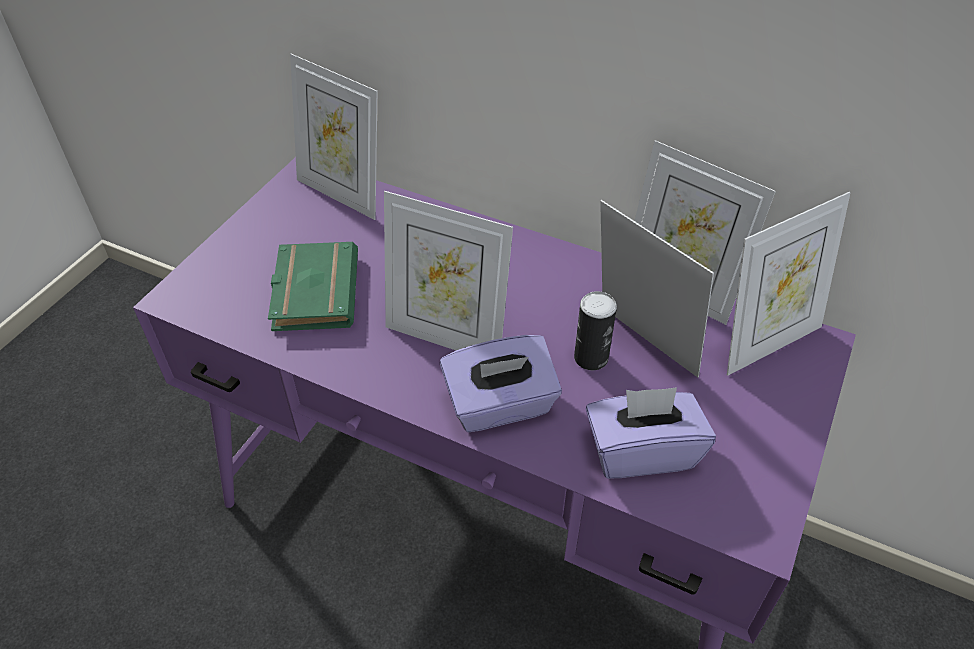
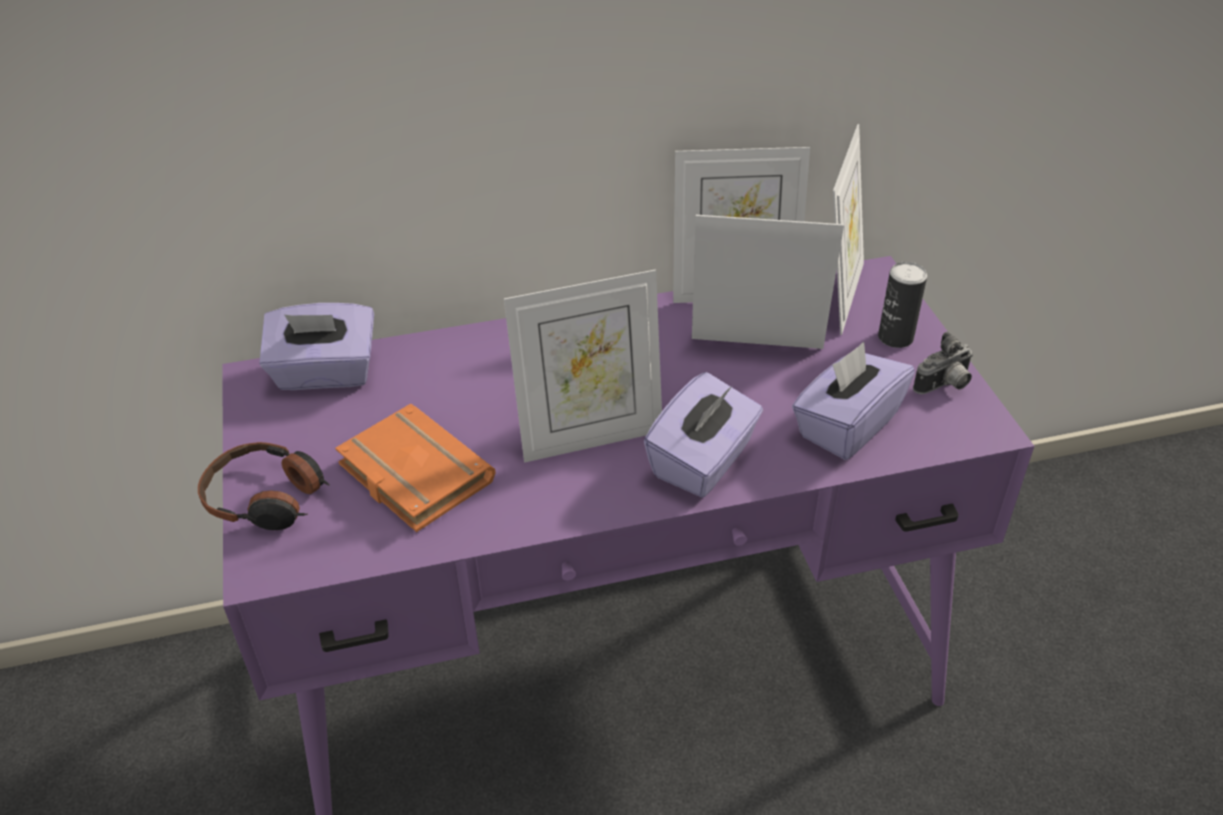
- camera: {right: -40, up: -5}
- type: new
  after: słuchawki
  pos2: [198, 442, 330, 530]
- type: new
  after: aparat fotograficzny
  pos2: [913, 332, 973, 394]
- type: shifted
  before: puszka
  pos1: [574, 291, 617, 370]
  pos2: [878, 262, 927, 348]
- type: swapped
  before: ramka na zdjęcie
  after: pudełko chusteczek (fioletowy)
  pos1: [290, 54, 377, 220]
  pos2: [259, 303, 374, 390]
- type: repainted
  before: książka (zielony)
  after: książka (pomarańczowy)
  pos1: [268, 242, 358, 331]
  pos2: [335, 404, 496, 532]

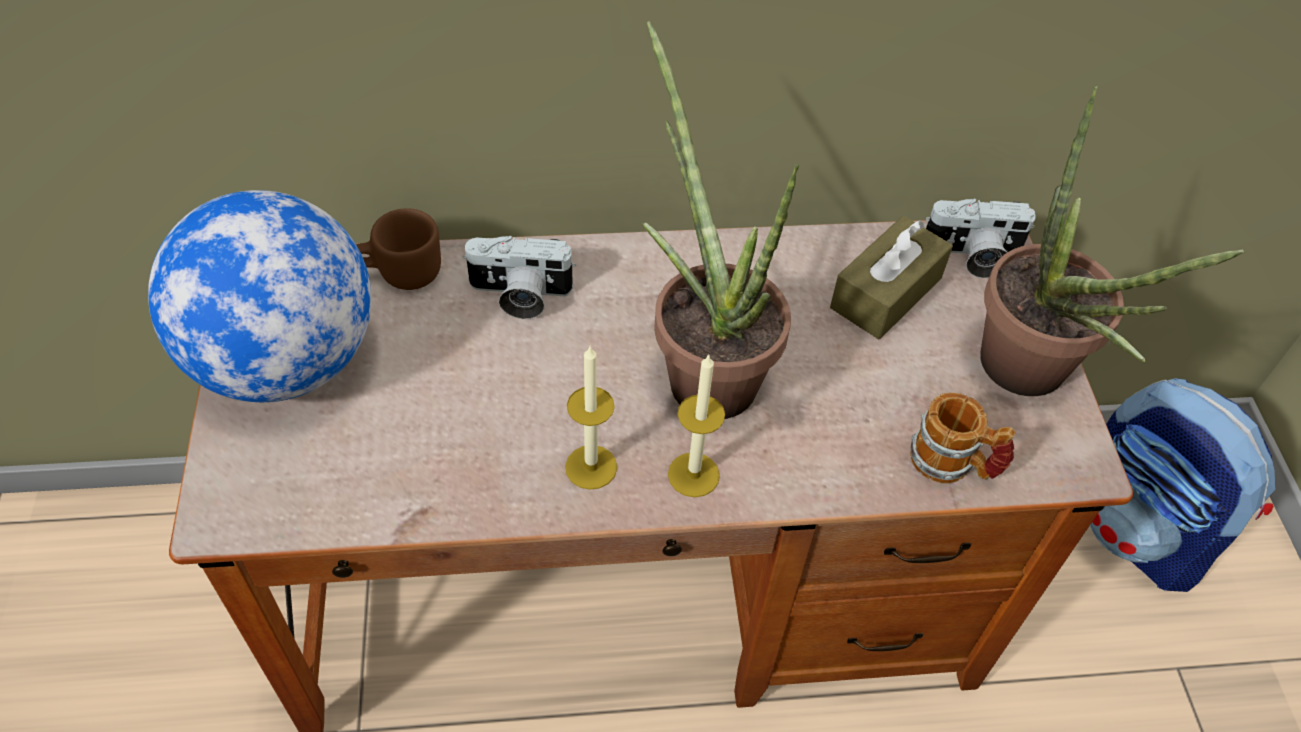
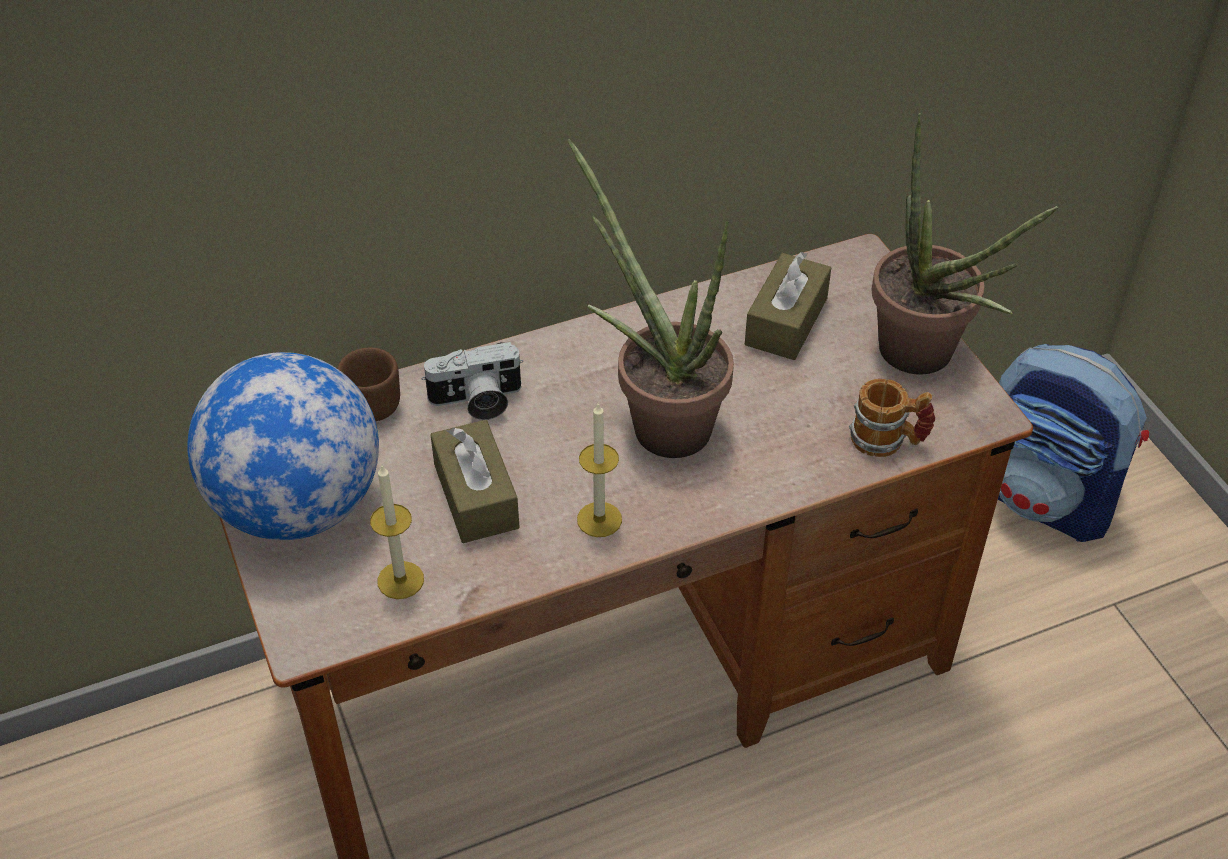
- camera: {right: -15, up: -5}
- type: gone
  before: aparat fotograficzny
  pos1: [925, 198, 1036, 278]
- type: new
  after: pudełko chusteczek (brązowy)
  pos2: [430, 420, 520, 543]
- type: shifted
  before: świeca
  pos1: [668, 354, 725, 497]
  pos2: [370, 465, 424, 599]

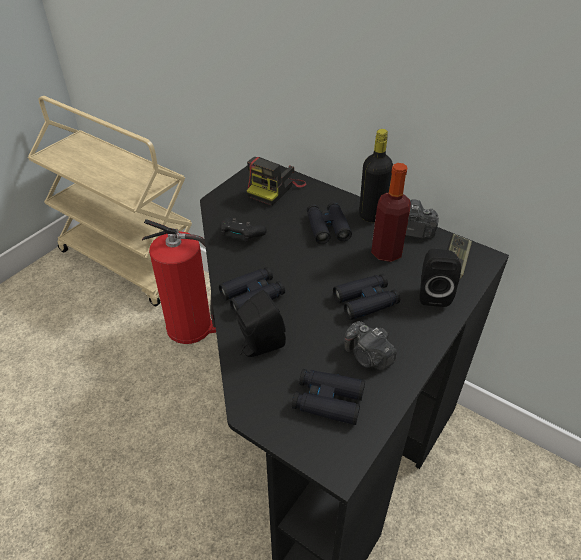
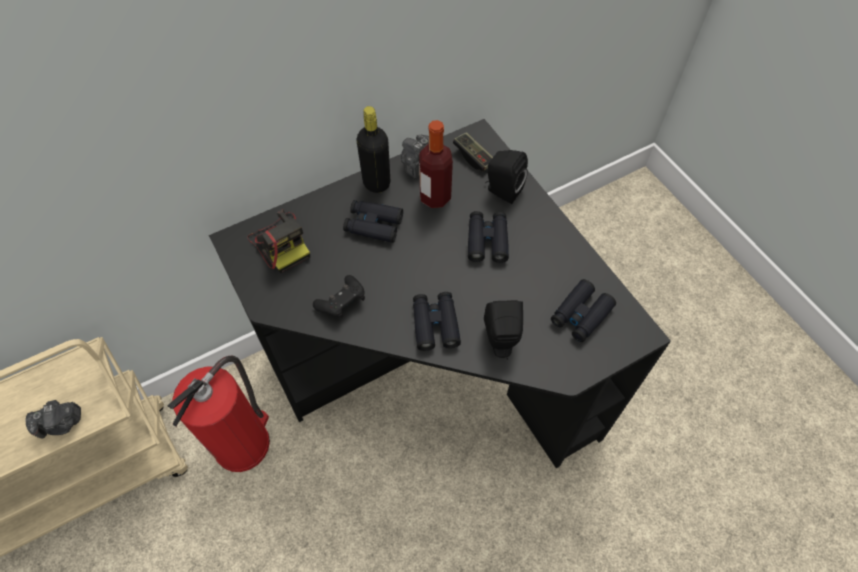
- camera: {right: -65, up: 15}
- type: shifted
  before: aparat fotograficzny
  pos1: [344, 321, 397, 370]
  pos2: [25, 400, 81, 438]

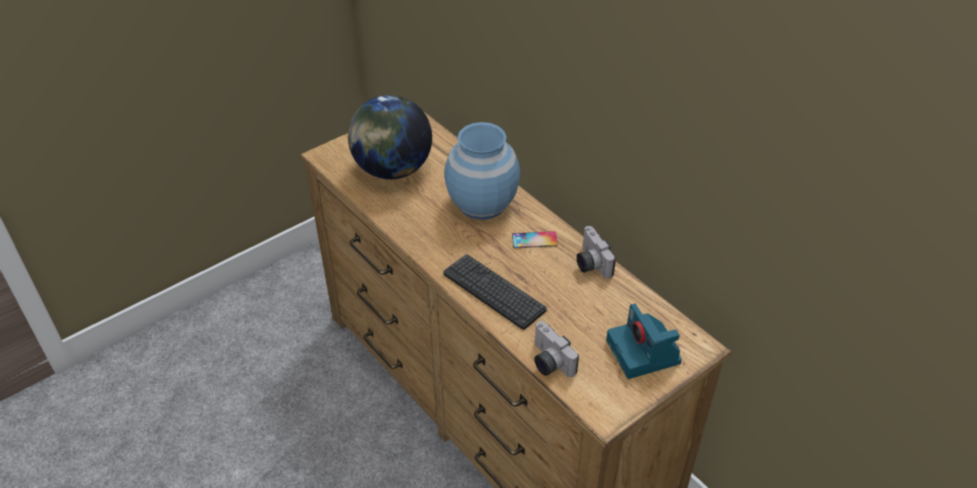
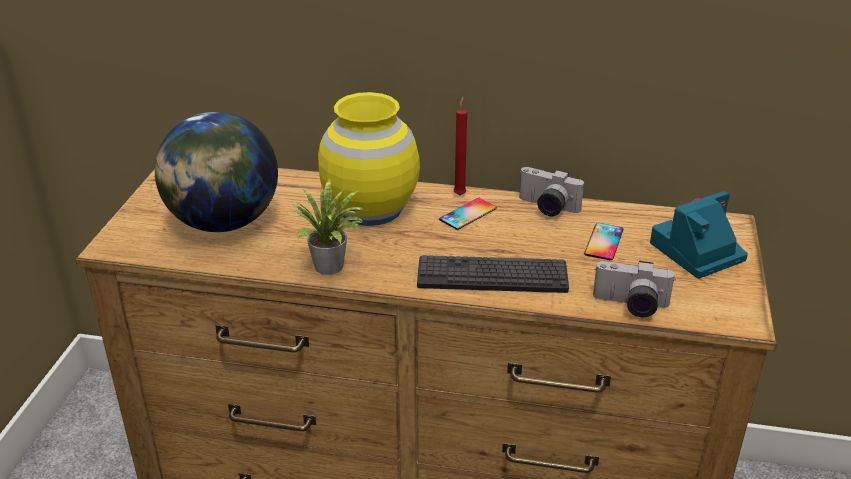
- camera: {right: -40, up: -10}
- type: new
  after: roślina doniczkowa
  pos2: [286, 178, 366, 275]
- type: new
  after: świeca (czerwony)
  pos2: [454, 97, 467, 195]
- type: new
  after: telefon
  pos2: [584, 223, 623, 261]
- type: repainted
  before: wazon (niebieski)
  after: wazon (żółty)
  pos1: [444, 122, 520, 220]
  pos2: [318, 92, 420, 226]
- type: rotated
  before: aparat fotograficzny
  pos1: [606, 304, 682, 379]
  pos2: [650, 191, 748, 279]
  turn: 120

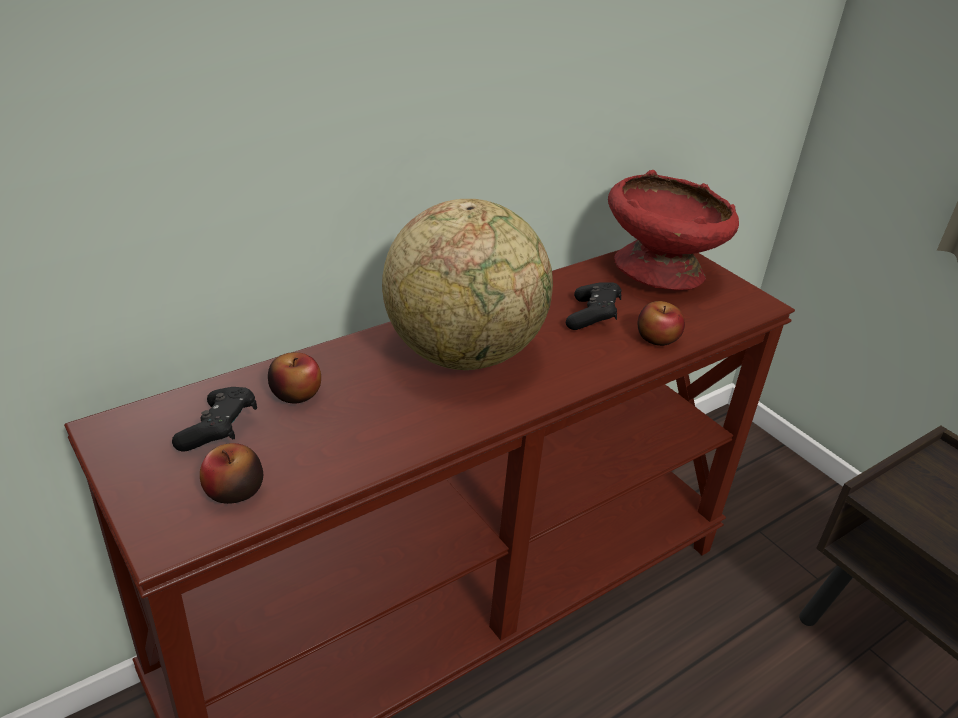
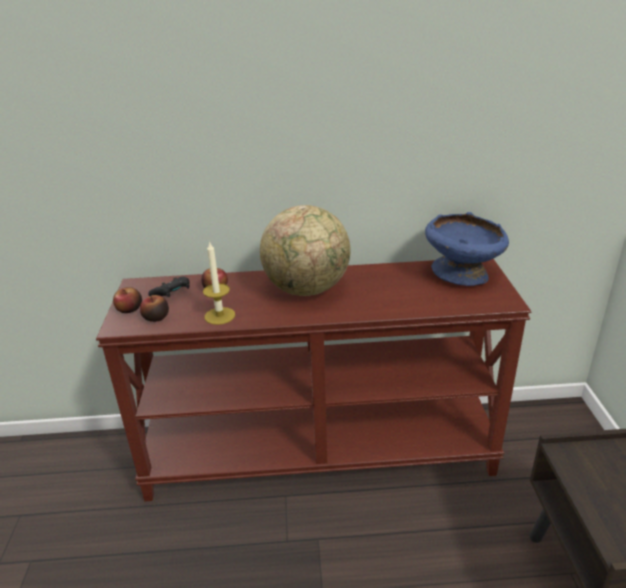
- camera: {right: 35, up: -5}
- type: gone
  before: pad do gier (czarny)
  pos1: [566, 282, 621, 330]
- type: new
  after: świeca
  pos2: [203, 241, 235, 325]
- type: shifted
  before: jabłko
  pos1: [638, 301, 685, 346]
  pos2: [113, 287, 142, 313]
- type: repainted
  before: miska (czerwony)
  after: miska (niebieski)
  pos1: [608, 170, 739, 290]
  pos2: [425, 212, 509, 286]

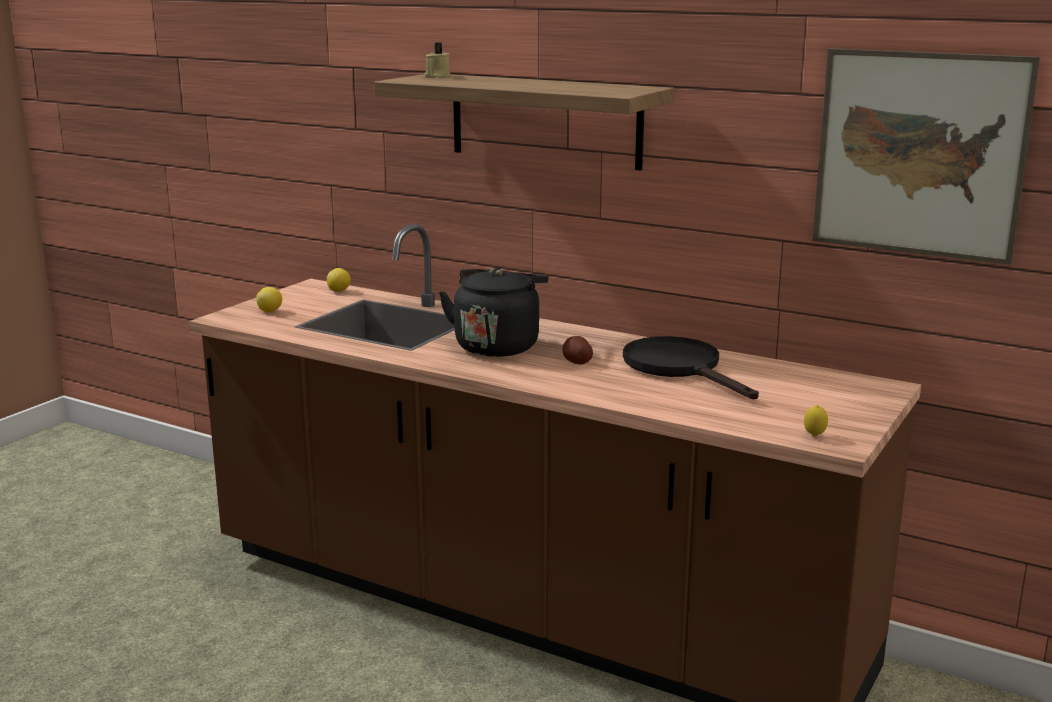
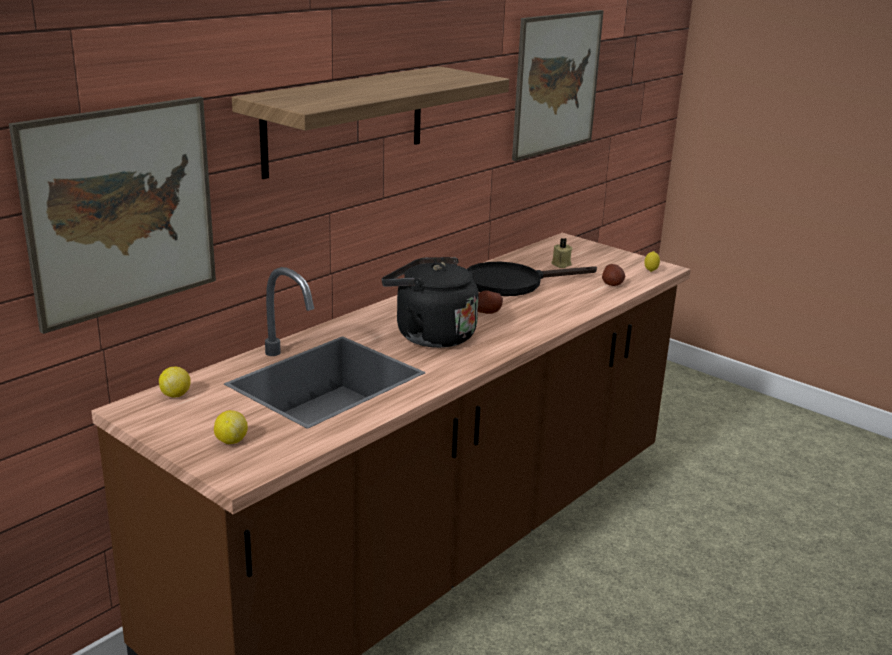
- camera: {right: -80, up: 5}
- type: new
  after: obraz
  pos2: [9, 96, 216, 334]
- type: new
  after: ziemniak
  pos2: [602, 264, 625, 286]
- type: shifted
  before: świeca (beżowy)
  pos1: [424, 42, 451, 77]
  pos2: [551, 238, 572, 268]

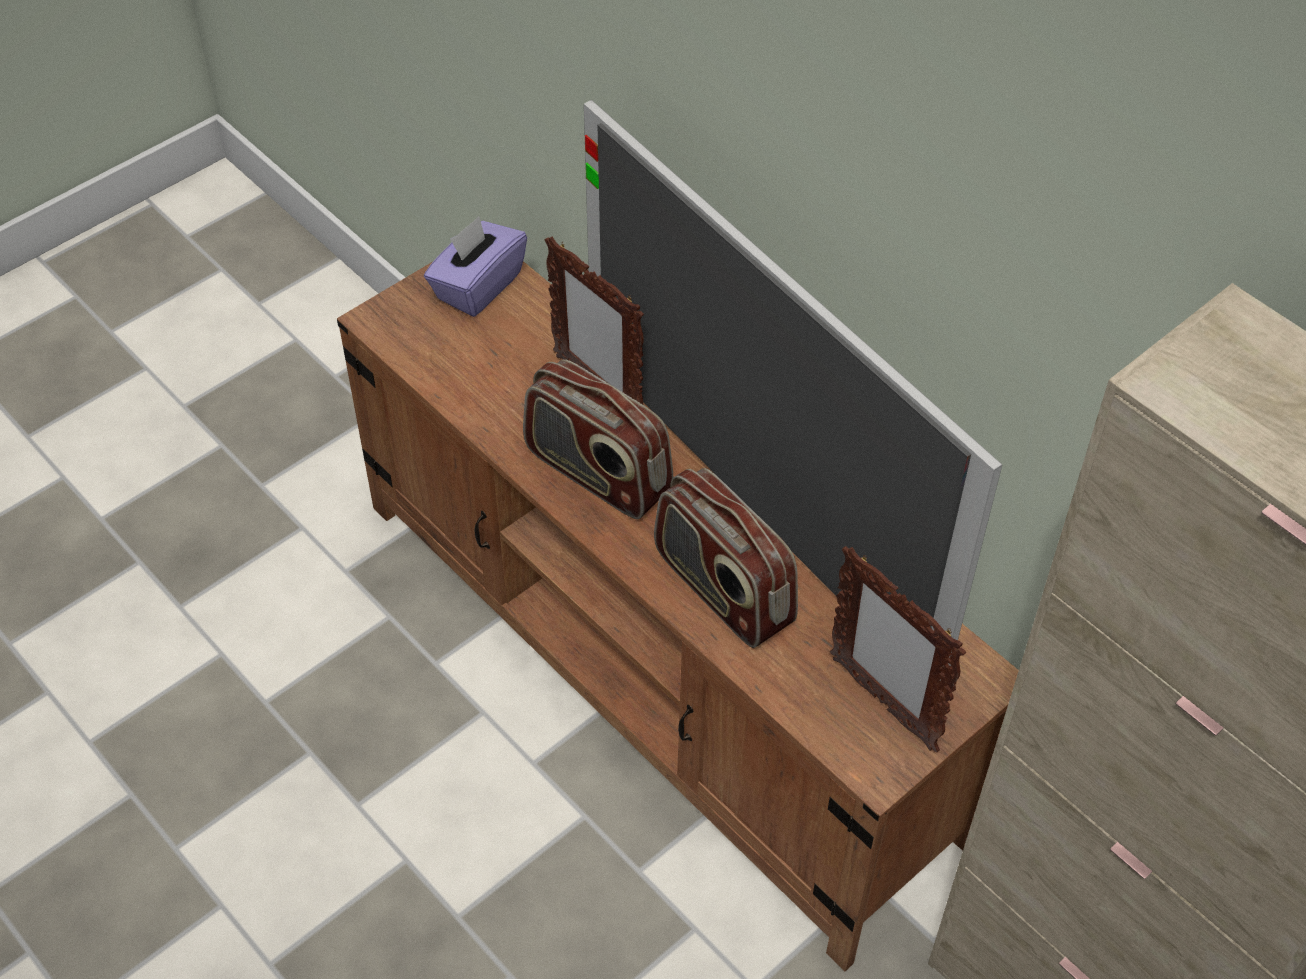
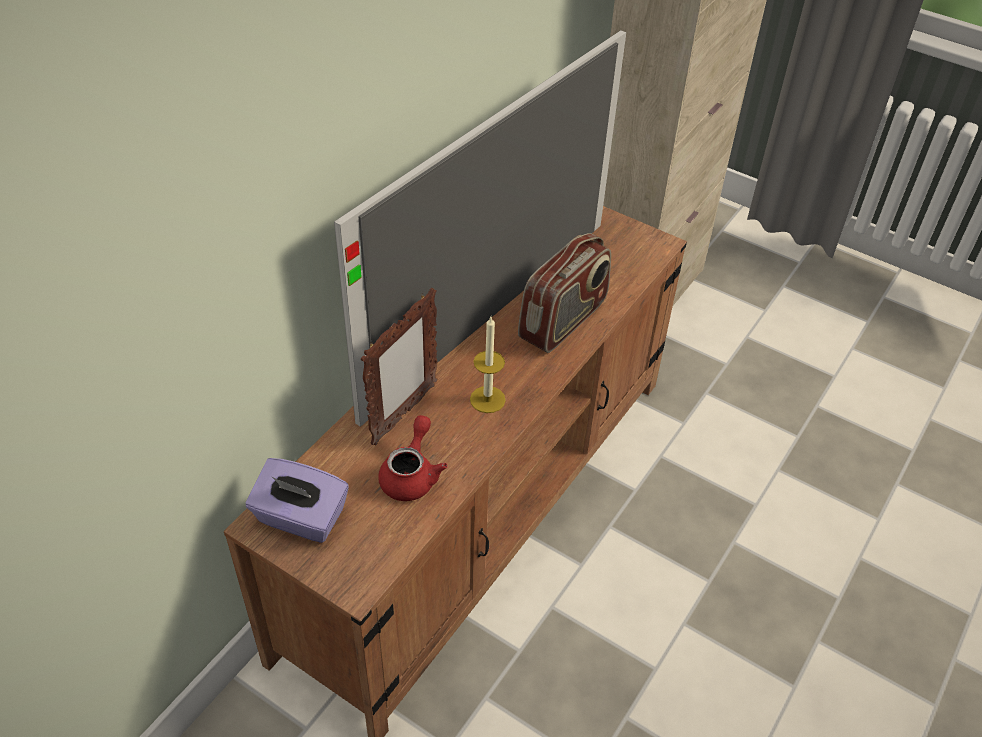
- camera: {right: -105, up: -5}
- type: gone
  before: ramka na zdjęcie
  pos1: [830, 546, 966, 752]
- type: new
  after: imbryk (czerwony)
  pos2: [378, 415, 448, 501]
- type: swapped
  before: radio
  after: świeca
  pos1: [523, 359, 673, 519]
  pos2: [470, 317, 506, 413]

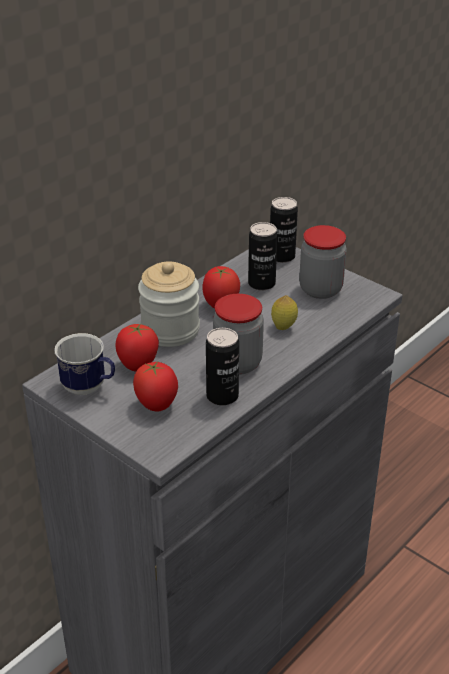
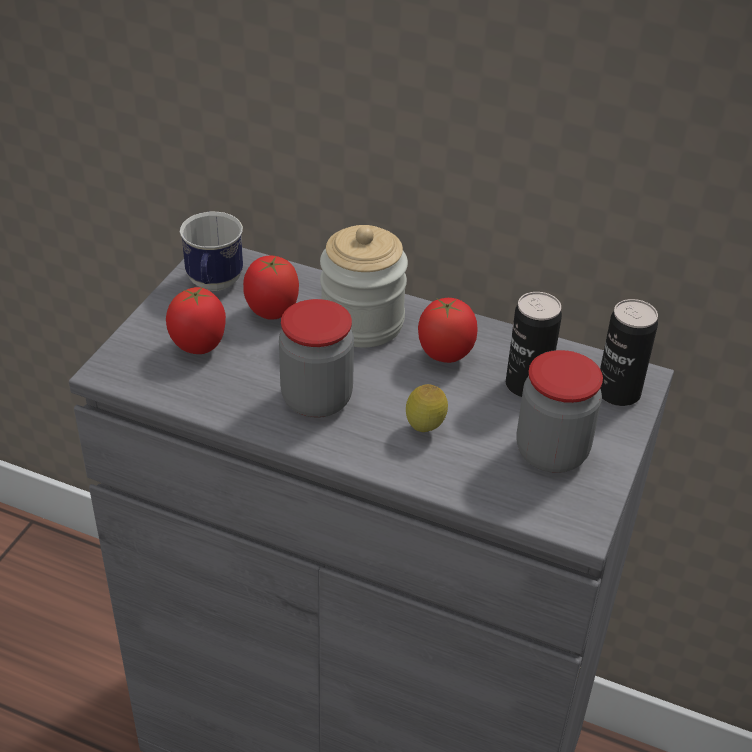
- camera: {right: 70, up: 5}
- type: gone
  before: puszka
  pos1: [206, 328, 239, 405]

